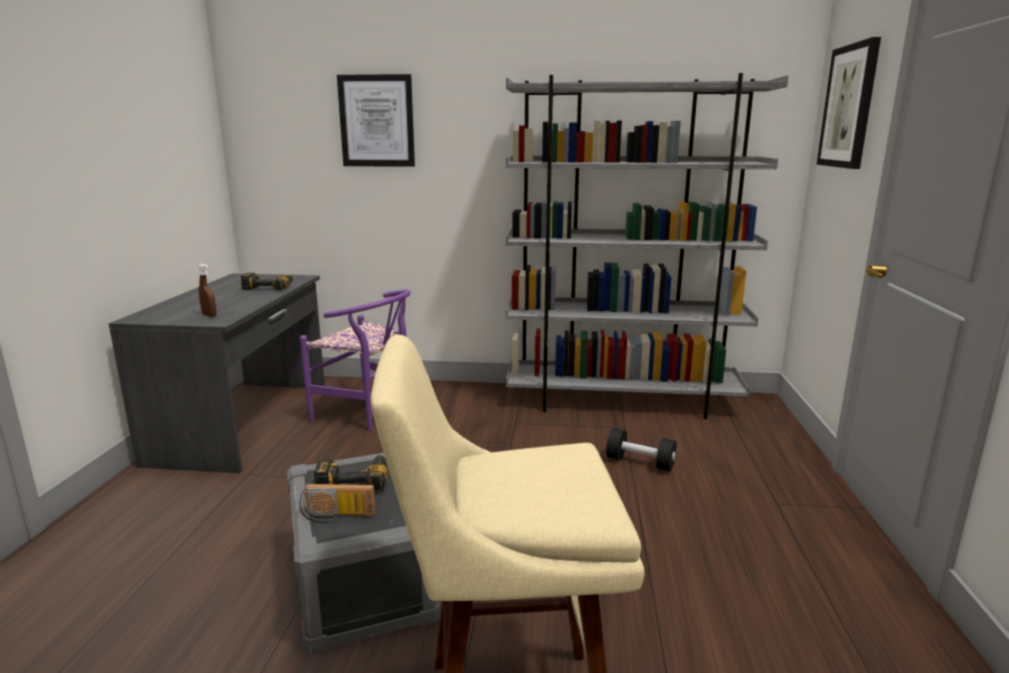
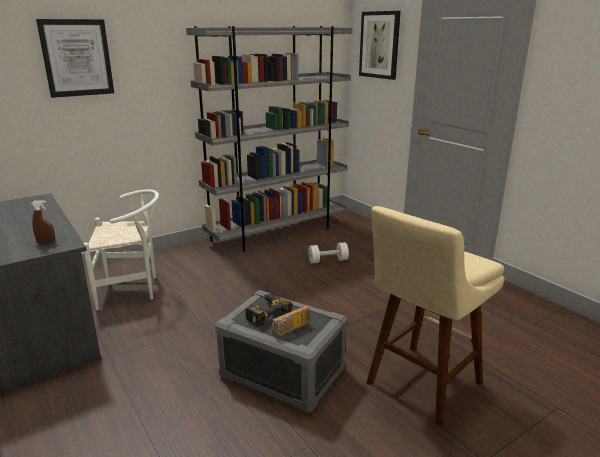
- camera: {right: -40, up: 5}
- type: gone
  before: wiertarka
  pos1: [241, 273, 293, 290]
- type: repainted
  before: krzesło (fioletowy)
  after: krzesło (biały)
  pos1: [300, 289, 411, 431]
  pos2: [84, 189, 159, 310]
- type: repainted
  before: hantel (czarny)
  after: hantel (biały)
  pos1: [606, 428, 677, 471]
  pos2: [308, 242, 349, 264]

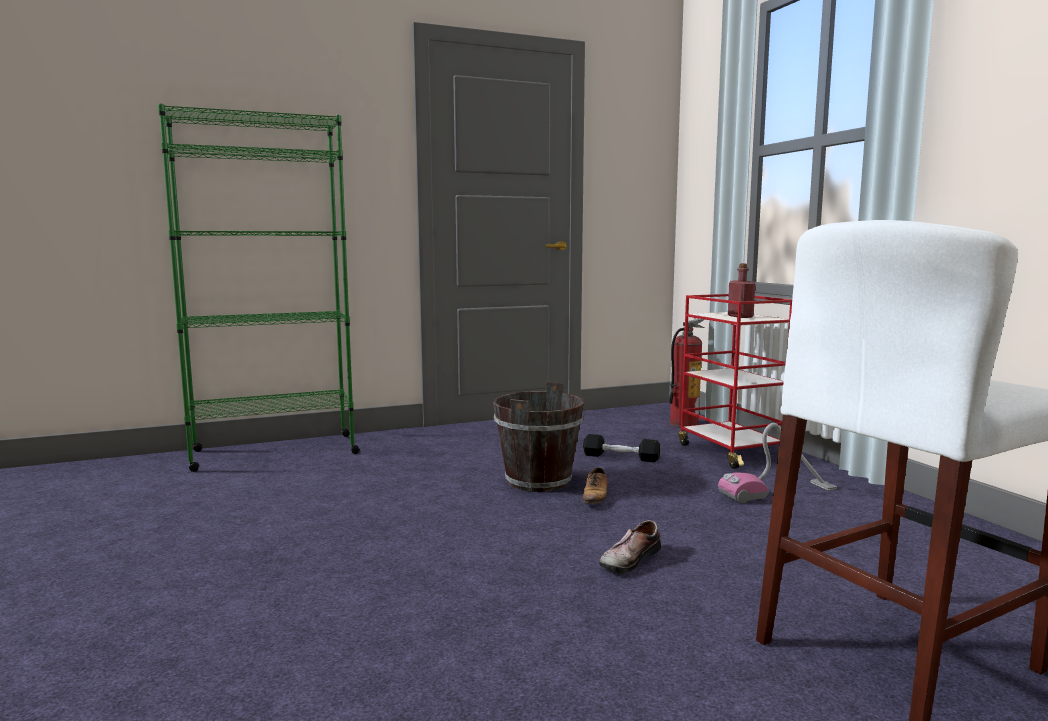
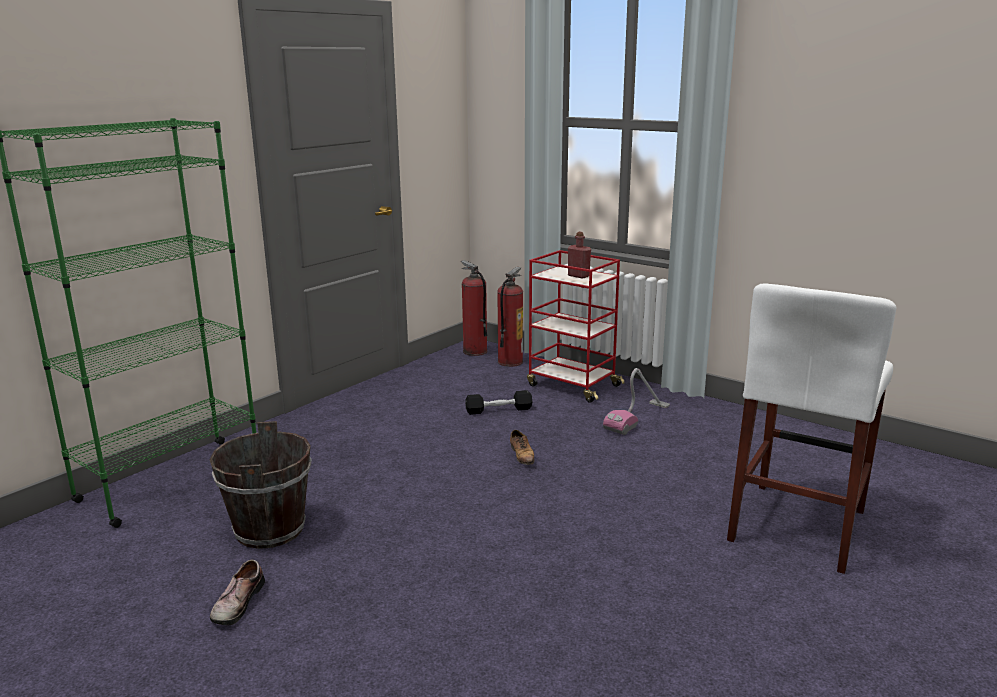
- camera: {right: -30, up: 10}
- type: new
  after: gaśnica
  pos2: [461, 260, 488, 356]
- type: shifted
  before: wiadro (brązowy)
  pos1: [493, 382, 584, 492]
  pos2: [210, 421, 312, 549]
- type: shifted
  before: but
  pos1: [599, 520, 661, 574]
  pos2: [210, 560, 265, 625]

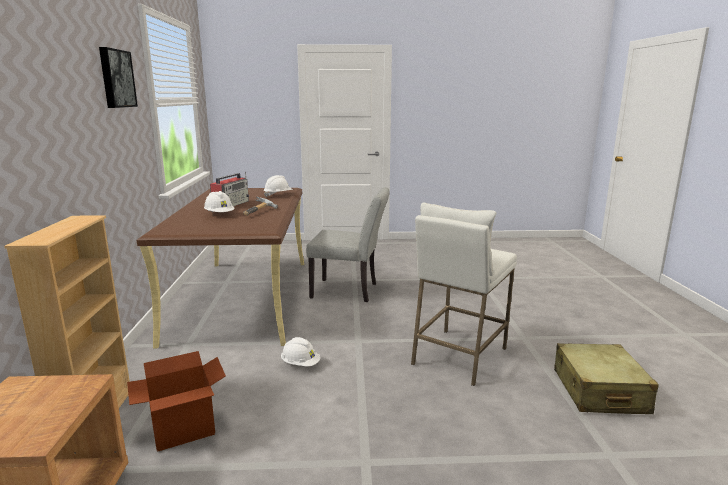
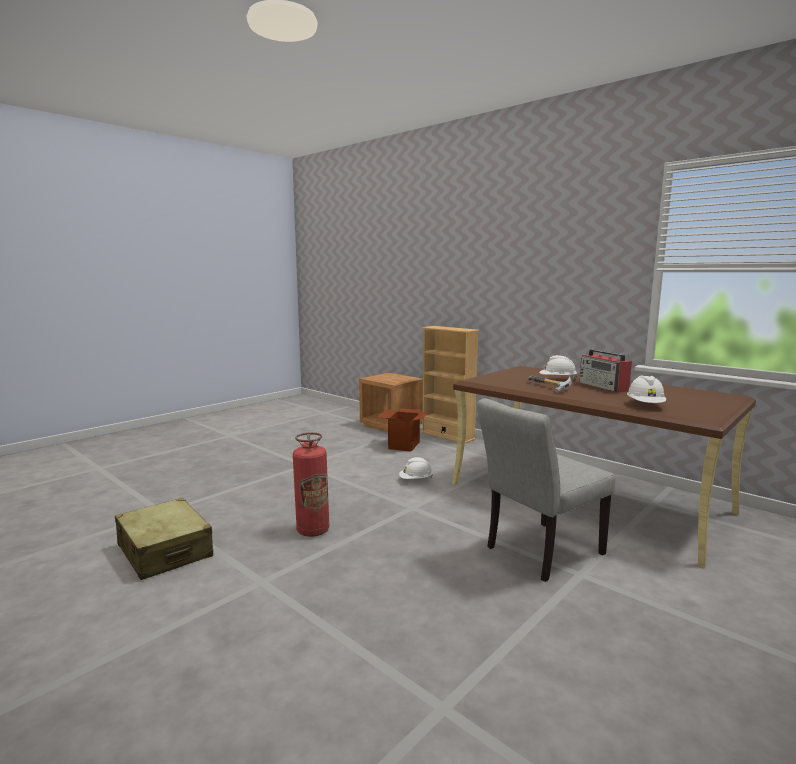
- camera: {right: 135, up: -5}
- type: gone
  before: obraz
  pos1: [99, 47, 138, 108]
- type: swapped
  before: stołek (biały)
  after: gaśnica
  pos1: [411, 202, 517, 386]
  pos2: [293, 432, 329, 537]

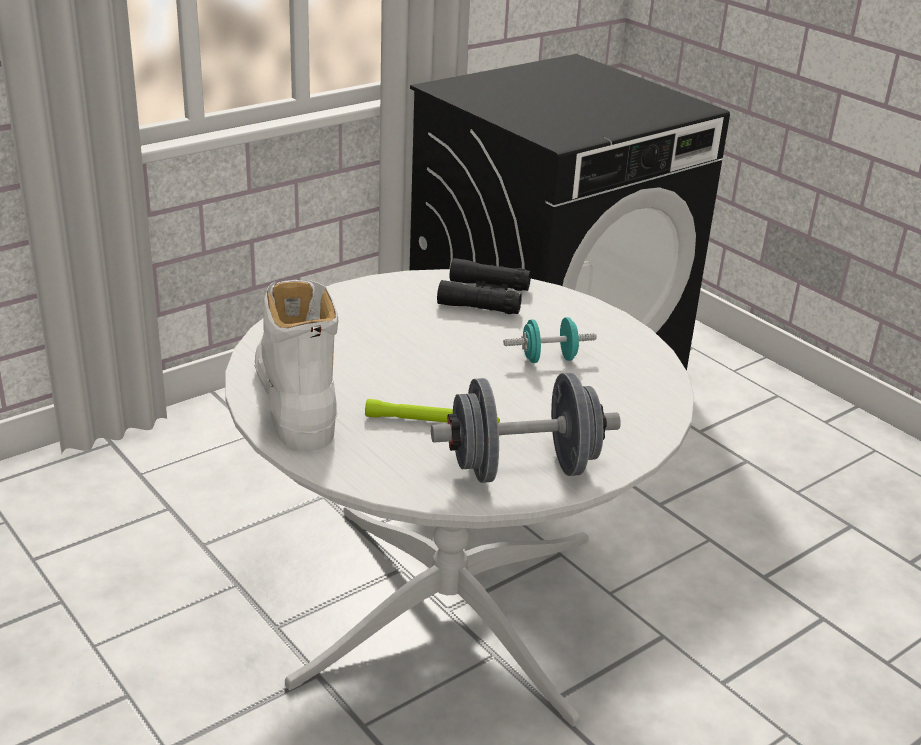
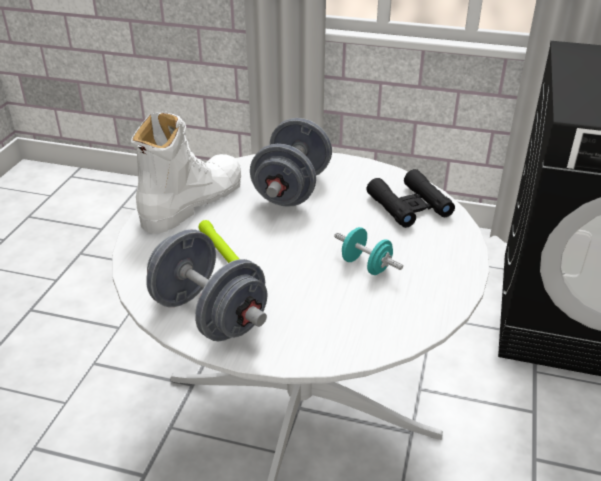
- camera: {right: 55, up: 5}
- type: new
  after: hantel (szary)
  pos2: [250, 118, 332, 207]

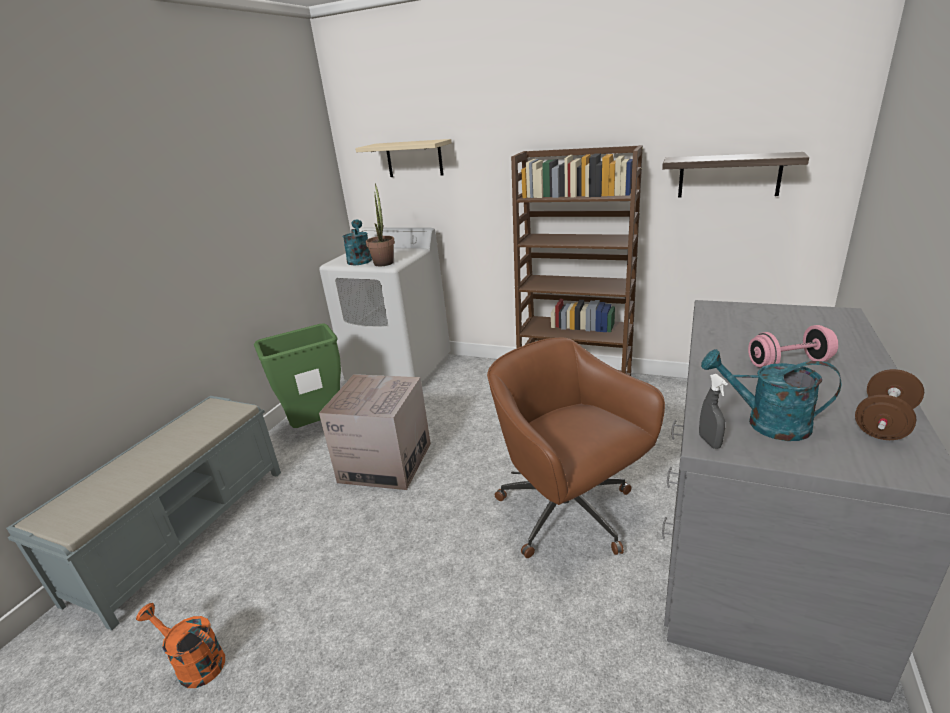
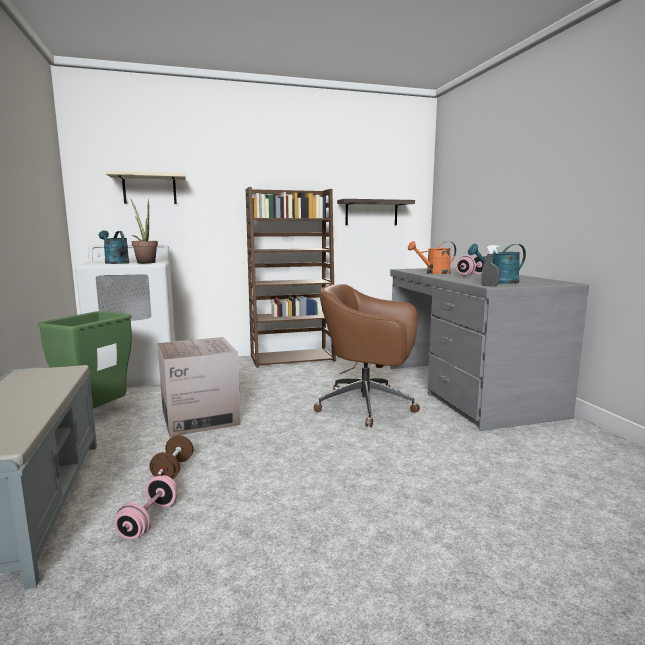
- camera: {right: -40, up: -15}
- type: new
  after: hantel (różowy)
  pos2: [114, 475, 177, 540]
- type: shifted
  before: konewka (pomarańczowy)
  pos1: [136, 603, 225, 688]
  pos2: [408, 241, 456, 274]
- type: shifted
  before: hantel (brązowy)
  pos1: [855, 369, 924, 440]
  pos2: [149, 435, 193, 479]

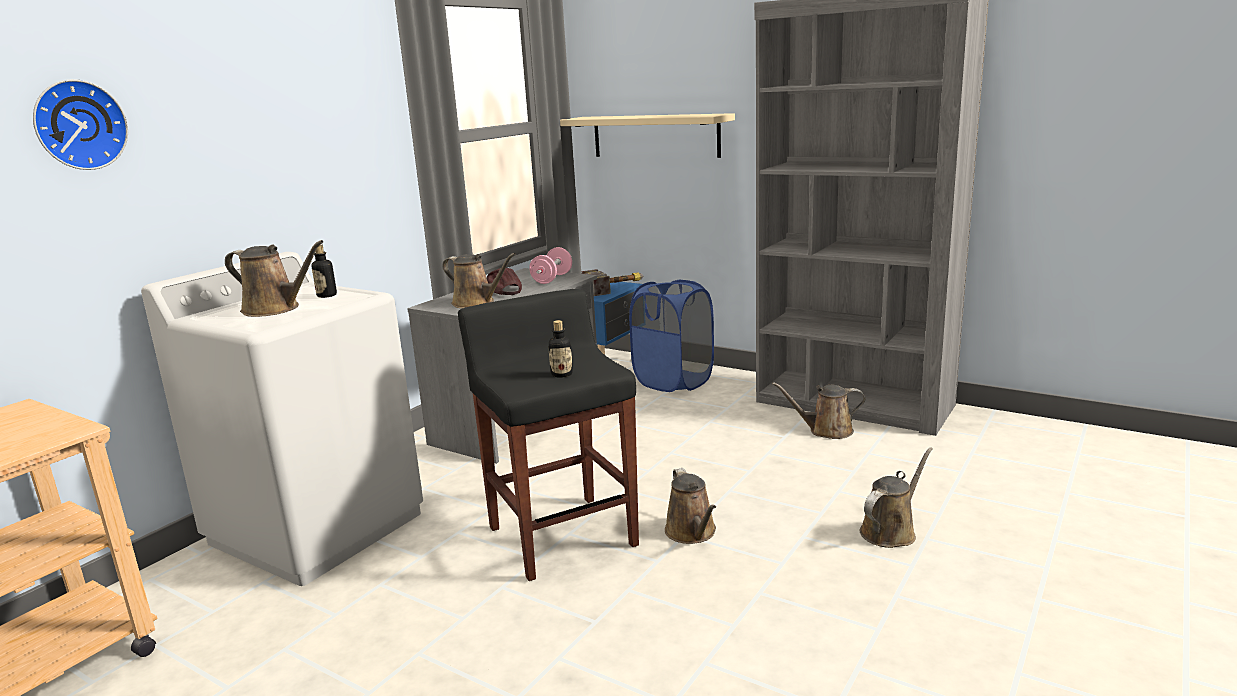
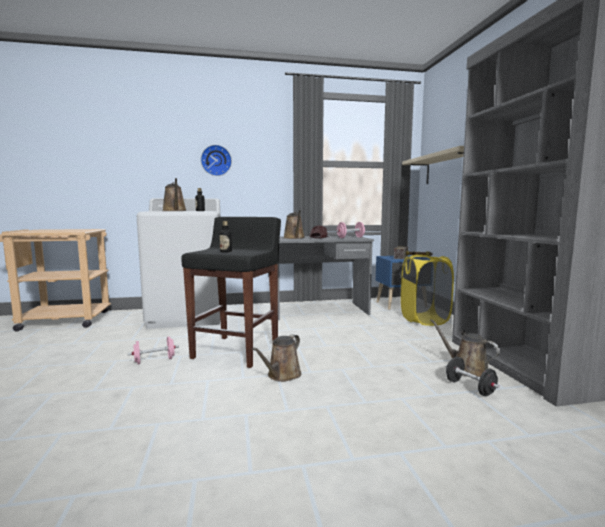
- camera: {right: 45, up: -10}
- type: gone
  before: konewka (brązowy)
  pos1: [860, 447, 933, 548]
- type: new
  after: hantel (różowy)
  pos2: [128, 337, 179, 365]
- type: new
  after: hantel (czarny)
  pos2: [446, 357, 500, 397]
- type: shifted
  before: zegar ścienny
  pos1: [33, 79, 128, 170]
  pos2: [201, 145, 232, 176]
- type: repainted
  before: kosz na pranie (niebieski)
  after: kosz na pranie (żółty)
  pos1: [629, 280, 714, 392]
  pos2: [401, 254, 454, 326]

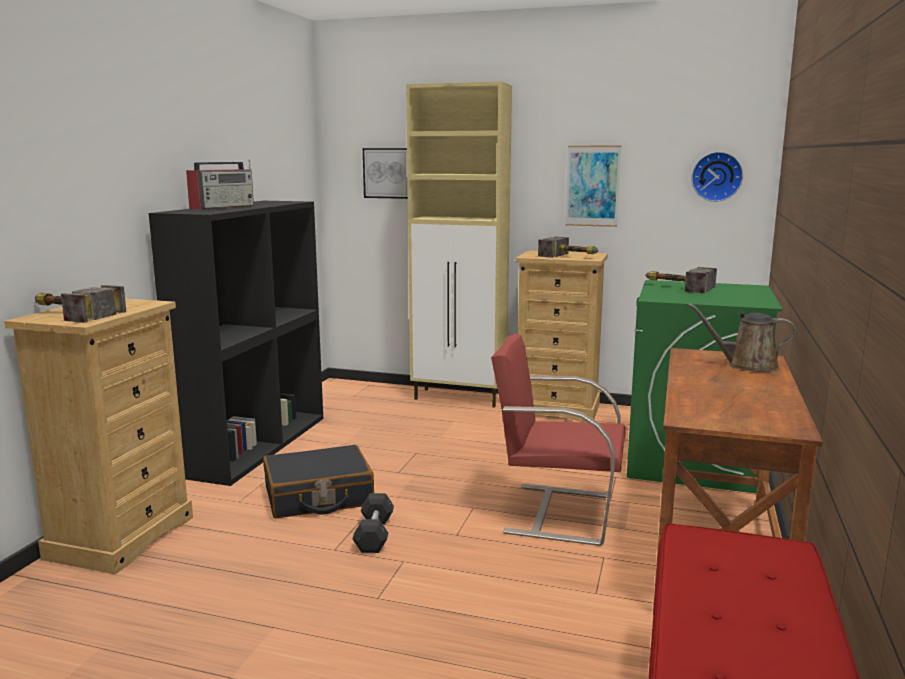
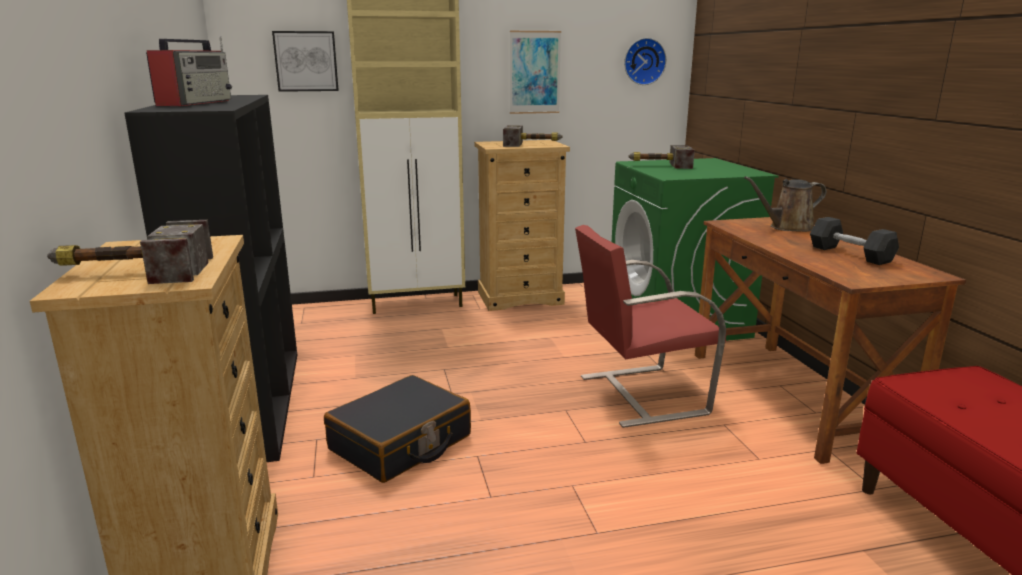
- camera: {right: -30, up: 5}
- type: shifted
  before: hantel (szary)
  pos1: [352, 493, 394, 553]
  pos2: [810, 217, 899, 265]

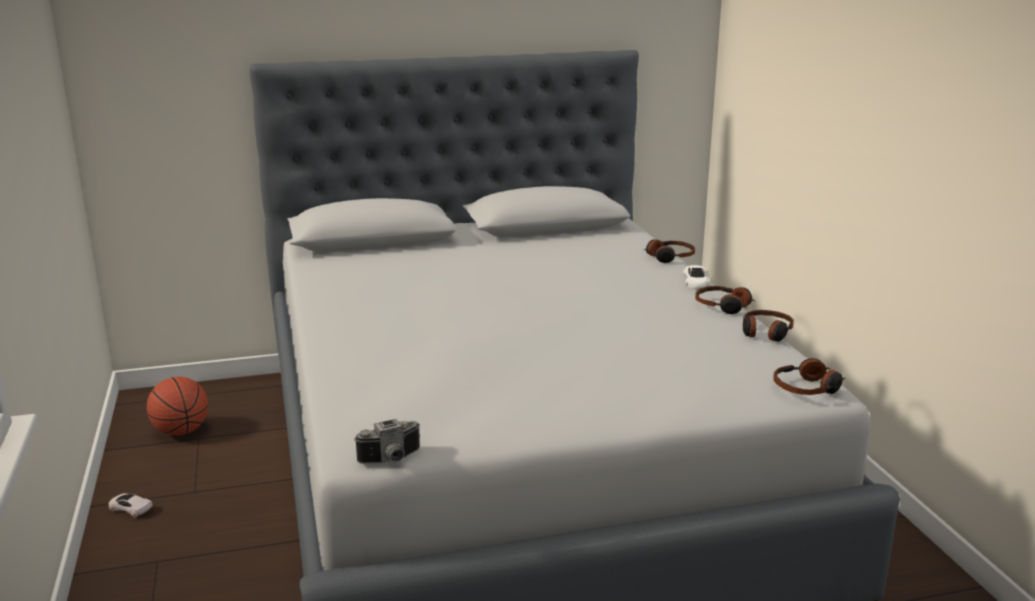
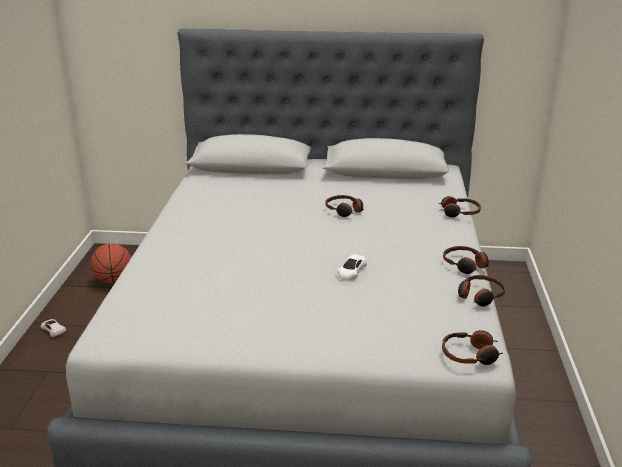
- camera: {right: 20, up: 5}
- type: gone
  before: aparat fotograficzny
  pos1: [354, 419, 420, 464]
- type: new
  after: słuchawki
  pos2: [326, 195, 364, 217]
- type: shifted
  before: samochodzik (biały)
  pos1: [683, 265, 710, 289]
  pos2: [337, 255, 367, 280]

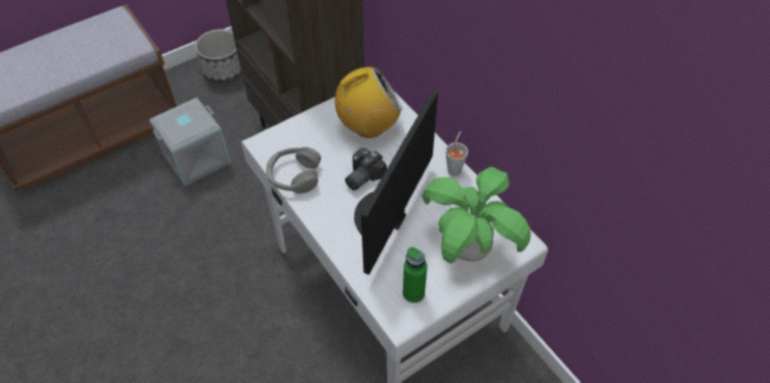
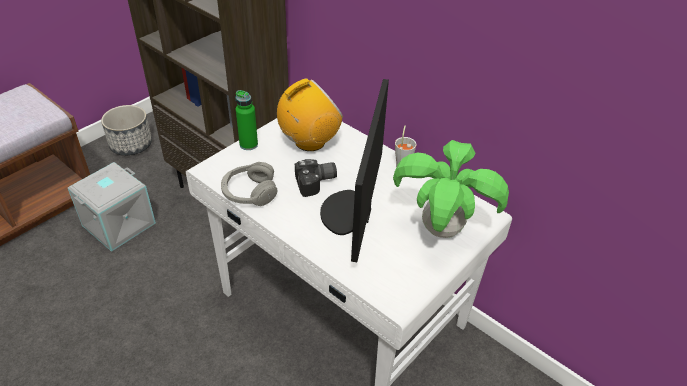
- camera: {right: -15, up: -10}
- type: shifted
  before: butelka (zielony)
  pos1: [403, 247, 427, 303]
  pos2: [236, 90, 258, 150]
- type: rotated
  before: aparat fotograficzny
  pos1: [345, 148, 387, 191]
  pos2: [295, 159, 337, 197]
  turn: -135

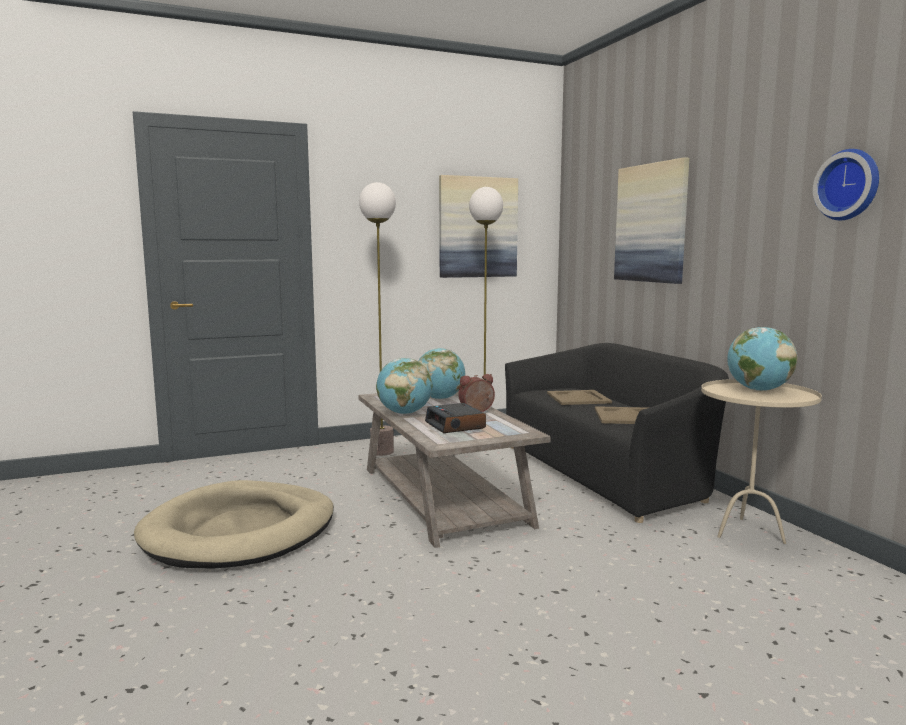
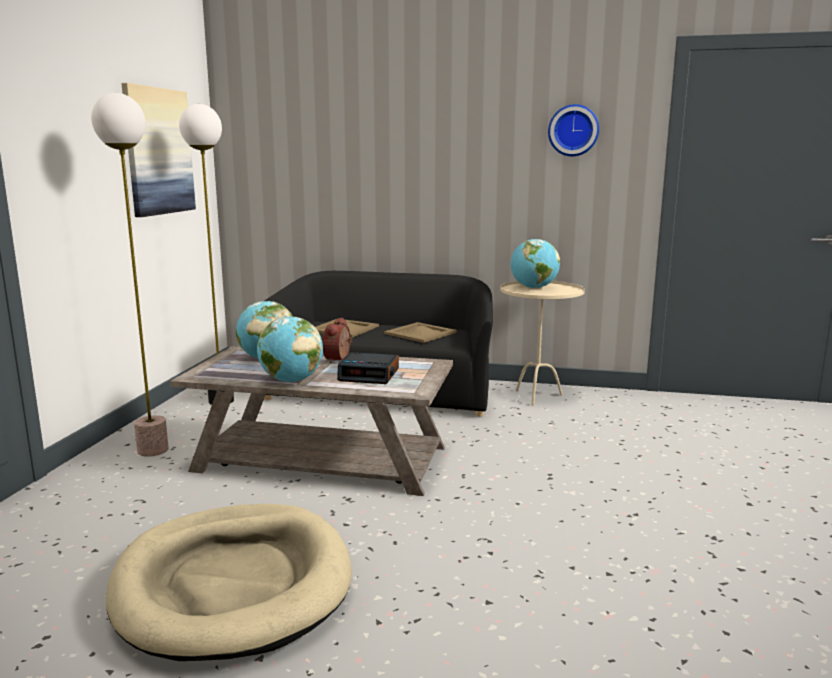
- camera: {right: -55, up: 5}
- type: gone
  before: obraz
  pos1: [614, 157, 689, 284]

